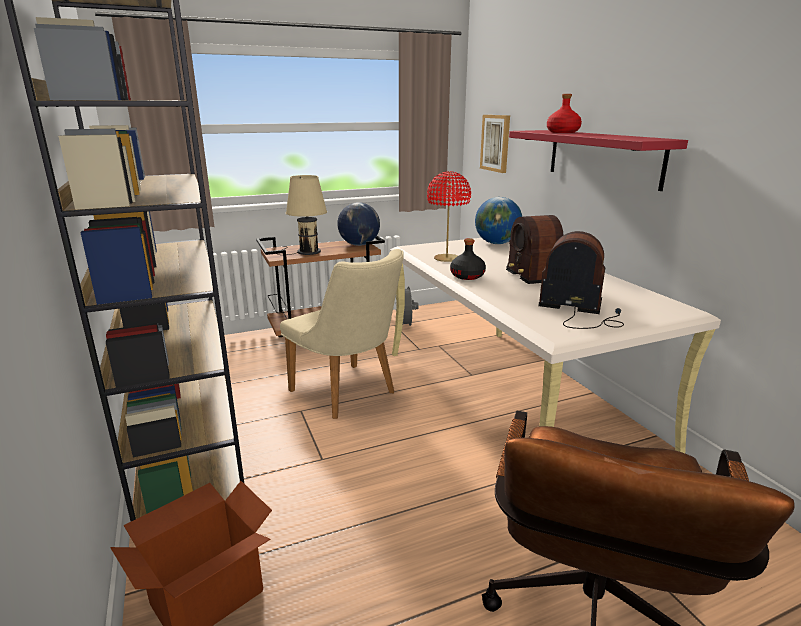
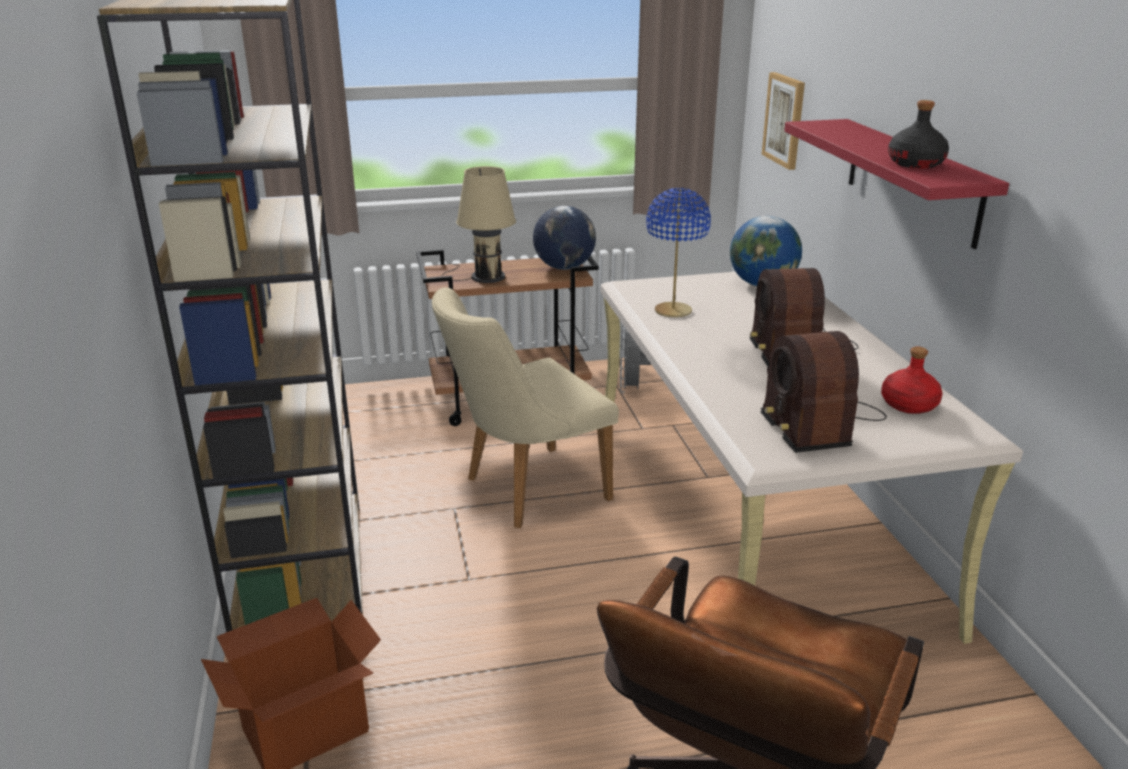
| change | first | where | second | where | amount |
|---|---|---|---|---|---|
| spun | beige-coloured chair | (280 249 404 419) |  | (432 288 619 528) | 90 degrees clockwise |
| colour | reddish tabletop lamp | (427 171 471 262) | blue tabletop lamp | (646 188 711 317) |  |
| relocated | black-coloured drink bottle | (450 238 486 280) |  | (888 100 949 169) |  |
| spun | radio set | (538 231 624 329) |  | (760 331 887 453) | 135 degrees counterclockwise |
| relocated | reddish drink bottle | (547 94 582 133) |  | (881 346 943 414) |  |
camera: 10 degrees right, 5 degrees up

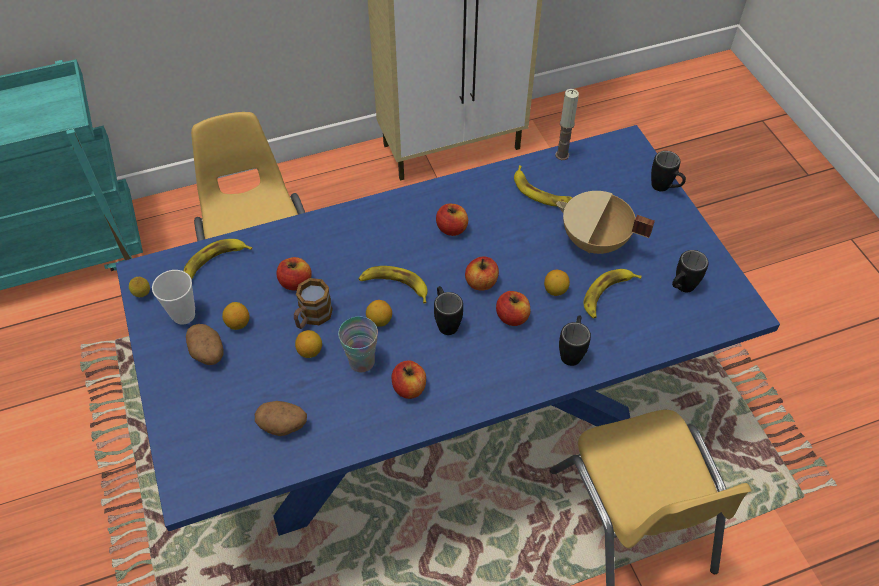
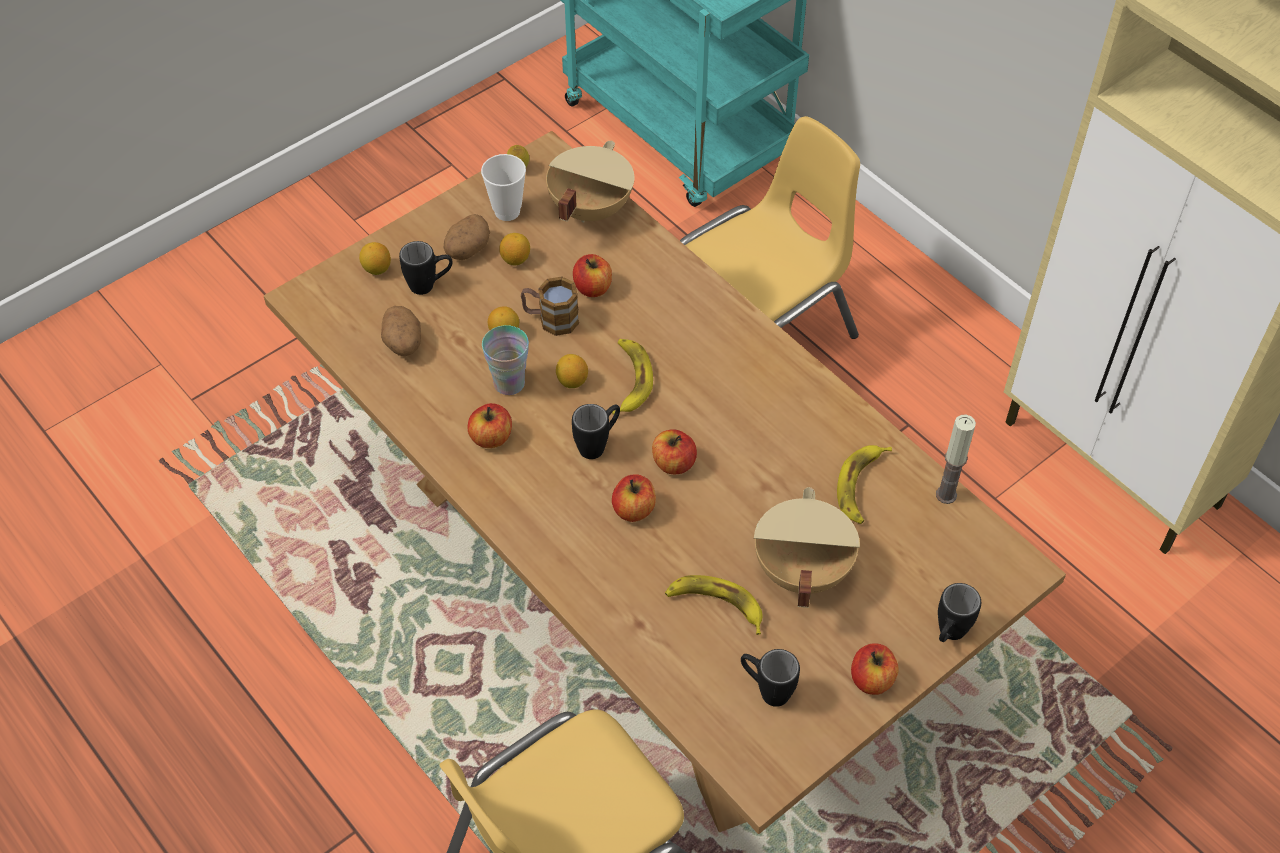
| change | first | where | second | where | amount |
|---|---|---|---|---|---|
| colour | blue kitchen table | (116 125 780 536) | brown kitchen table | (264 131 1066 834) |  |
| exchanged | banana fruit | (184 239 252 279) | beige-coloured saucepot | (546 141 635 223) |  |
| relocated | apple | (436 204 468 236) |  | (851 643 899 695) |  |
| relocated | citrus fruit | (544 270 570 296) |  | (359 242 391 275) |  |
| relocated | black-coloured tea mug | (559 315 591 366) |  | (399 241 453 295) |  |
camera: 70 degrees right, 0 degrees up

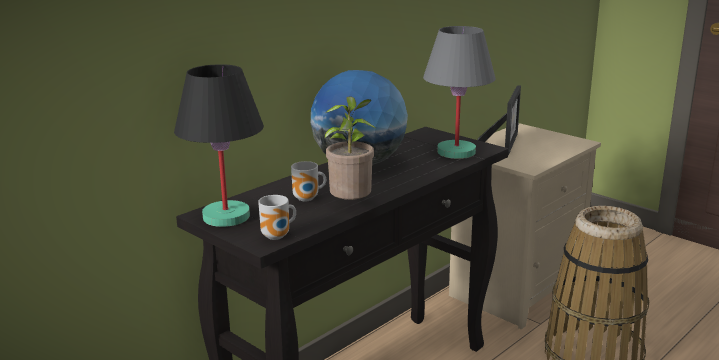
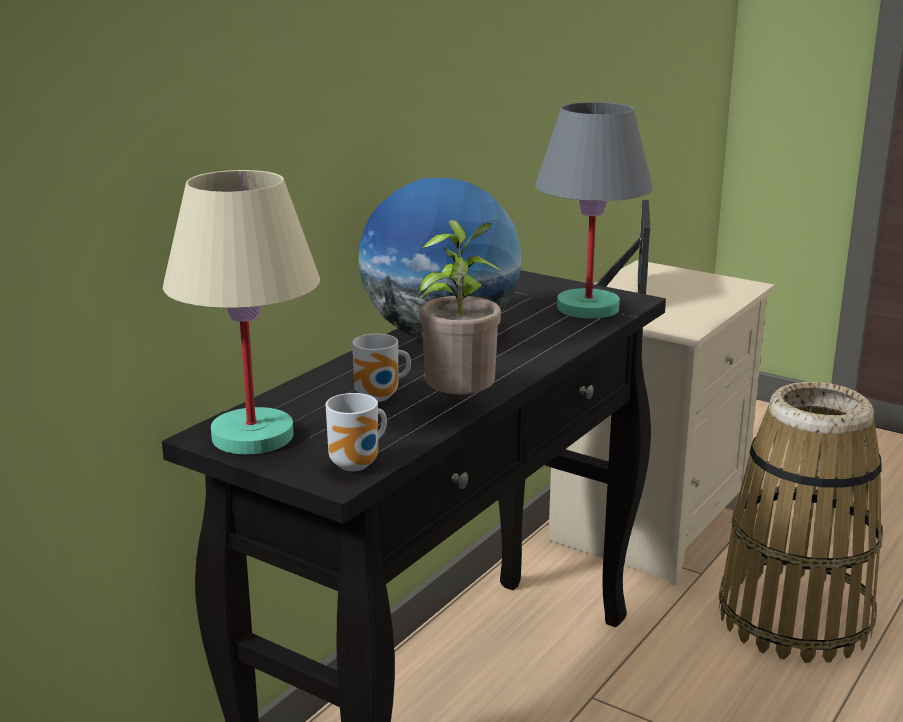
| change | first | where | second | where | amount |
|---|---|---|---|---|---|
| colour | black-coloured tabletop lamp | (174 64 264 227) | beige-coloured tabletop lamp | (163 170 320 454) |  |
camera: 10 degrees left, 0 degrees up

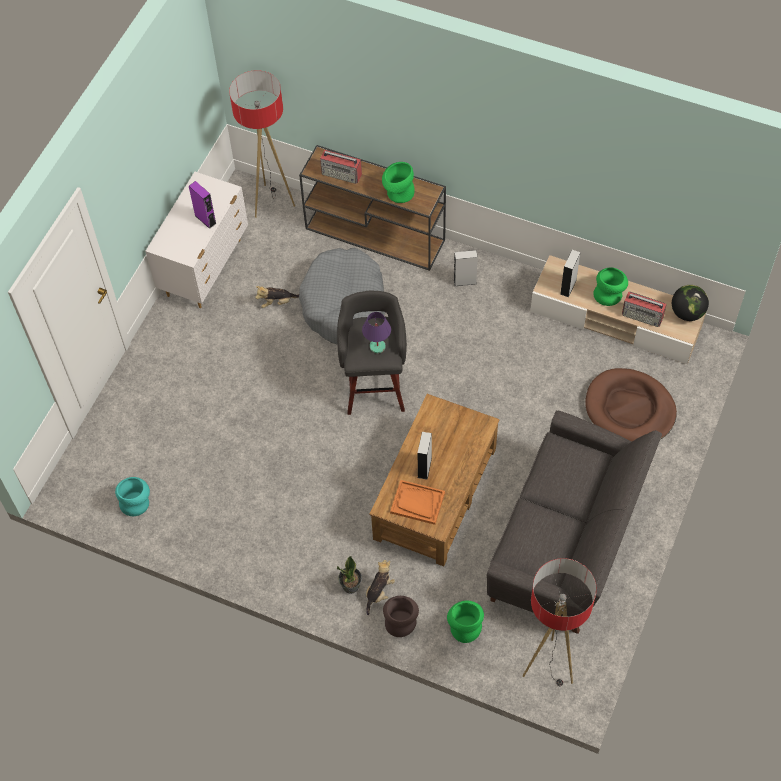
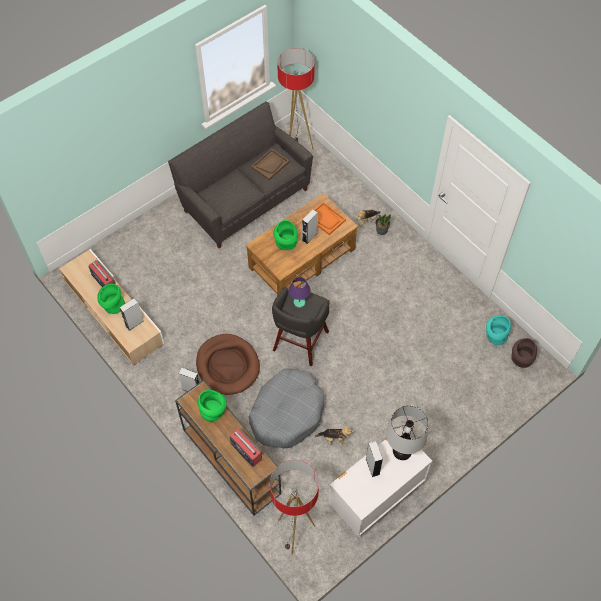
| change | first | where | second | where | amount |
|---|---|---|---|---|---|
| colour | purple loudspeaker | (189 181 217 229) | gray loudspeaker | (366 441 383 477) |  |
| relocated | brown flower vase | (383 596 419 637) |  | (511 338 537 368) |  |
| relocated | green flower vase | (447 601 484 643) |  | (273 220 298 250) |  |
| relocated | brown pet bed | (585 368 677 441) |  | (196 334 260 395) |  |
| missing | world globe | (672 285 709 321) |  |  |  |
| appeared |  |  | brown tray | (251 149 289 180) |  |
| appeared |  |  | tabletop lamp | (386 406 428 460) |  |
camera: 155 degrees left, 0 degrees up

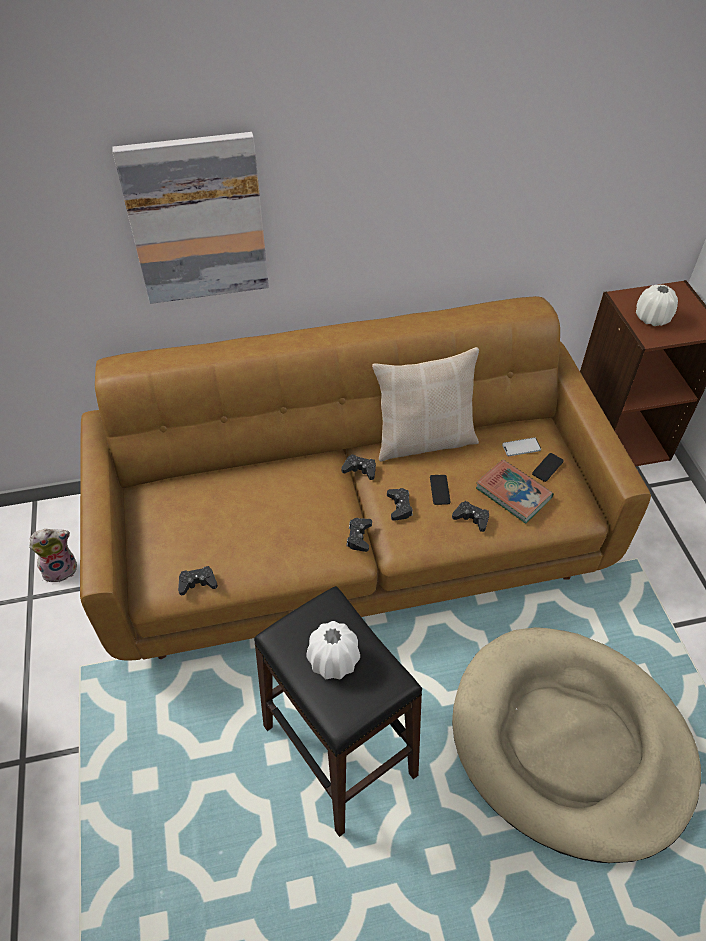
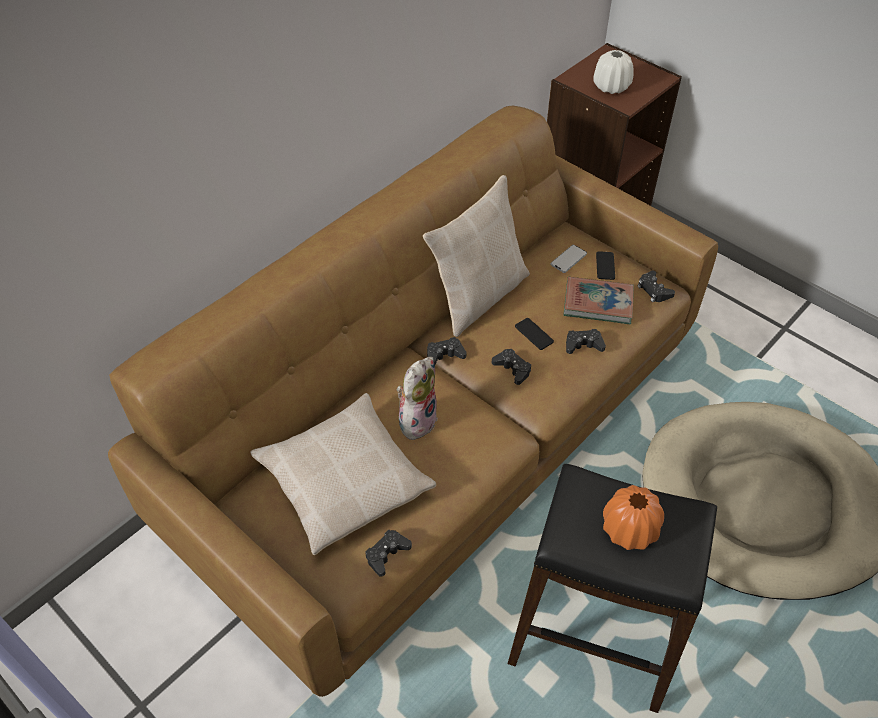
| change | first | where | second | where | amount |
|---|---|---|---|---|---|
| relocated | cuddly toy | (29 529 77 582) |  | (397 357 438 440) |  |
| missing | wall art | (112 132 269 304) |  |  |  |
| colour | white-coloured flower vase | (306 621 360 680) | orange-coloured flower vase | (603 485 664 550) |  |
| relocated | black-coloured game controller | (346 518 372 552) |  | (637 271 675 302) |  |
| appeared |  |  | beige-coloured throw pillow | (250 393 436 555) |  |
camera: 35 degrees left, 0 degrees up

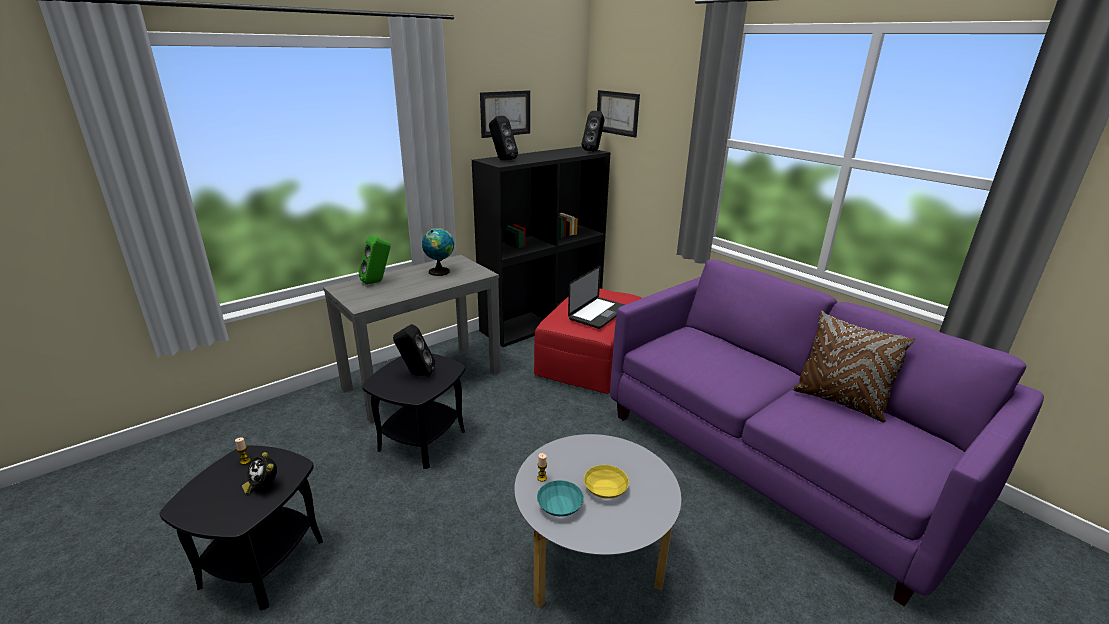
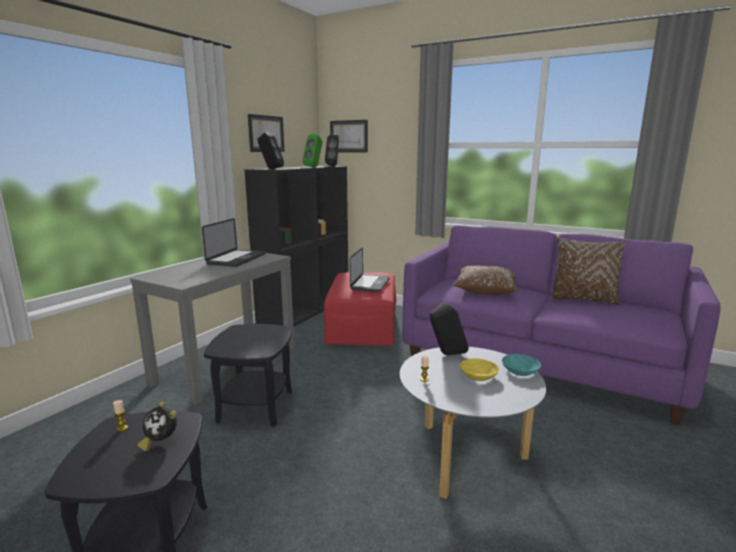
| change | first | where | second | where | amount |
|---|---|---|---|---|---|
| relocated | green loudspeaker | (358 235 390 284) |  | (302 134 323 167) |  |
| relocated | black-coloured loudspeaker | (393 324 435 377) |  | (430 301 469 355) |  |
| exchanged | world globe | (422 228 454 276) | laptop | (202 218 265 267) |  |
| relocated | turquoise serving bowl | (537 480 584 516) |  | (502 354 541 376) |  |
| appeared |  |  | brown throw pillow | (453 265 519 295) |  |
camera: 20 degrees left, 10 degrees down

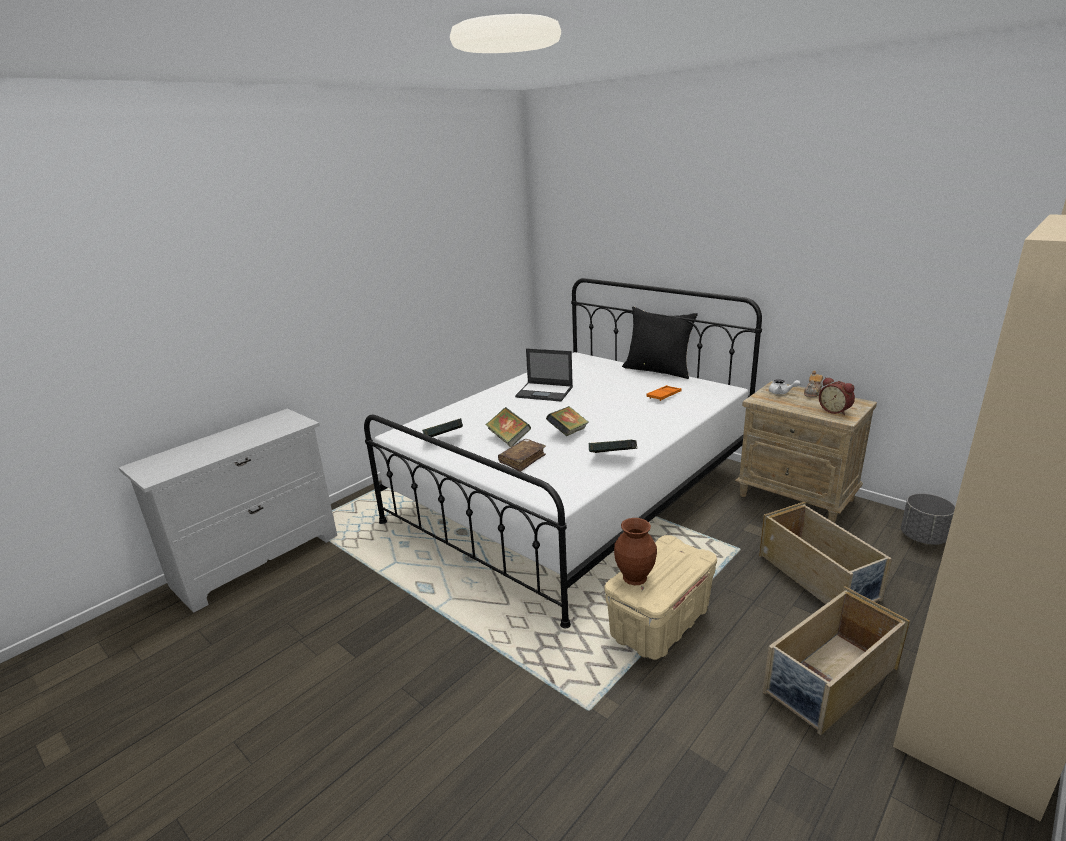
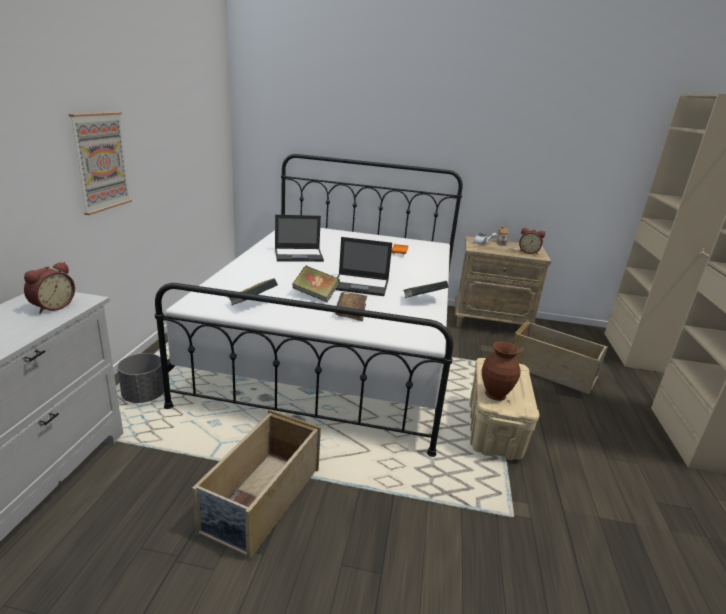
| change | first | where | second | where | amount |
|---|---|---|---|---|---|
| exchanged | bound book | (546 406 589 436) | laptop | (336 237 392 296) |  |
| missing | black-coloured throw pillow | (622 306 698 379) |  |  |  |
| relocated | beige-coloured storage bin | (763 586 910 735) |  | (192 409 321 560) |  |
| relocated | gray planter | (901 493 955 545) |  | (117 353 164 403) |  |
| appeared |  |  | alarm clock | (24 262 75 314) |  |
| appeared |  |  | wall art | (69 112 132 215) |  |
camera: 35 degrees left, 0 degrees up

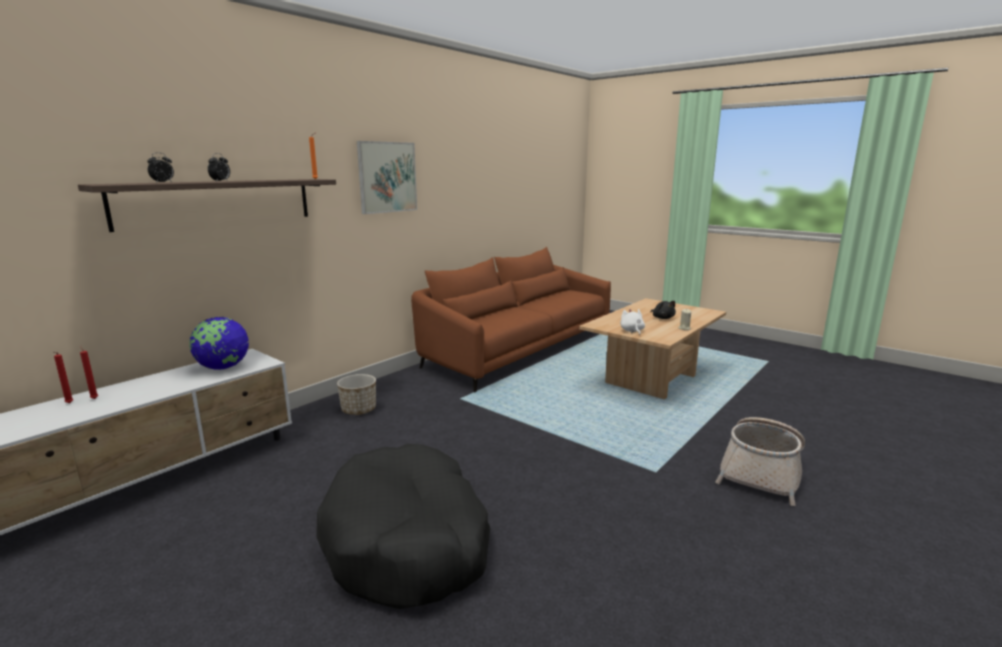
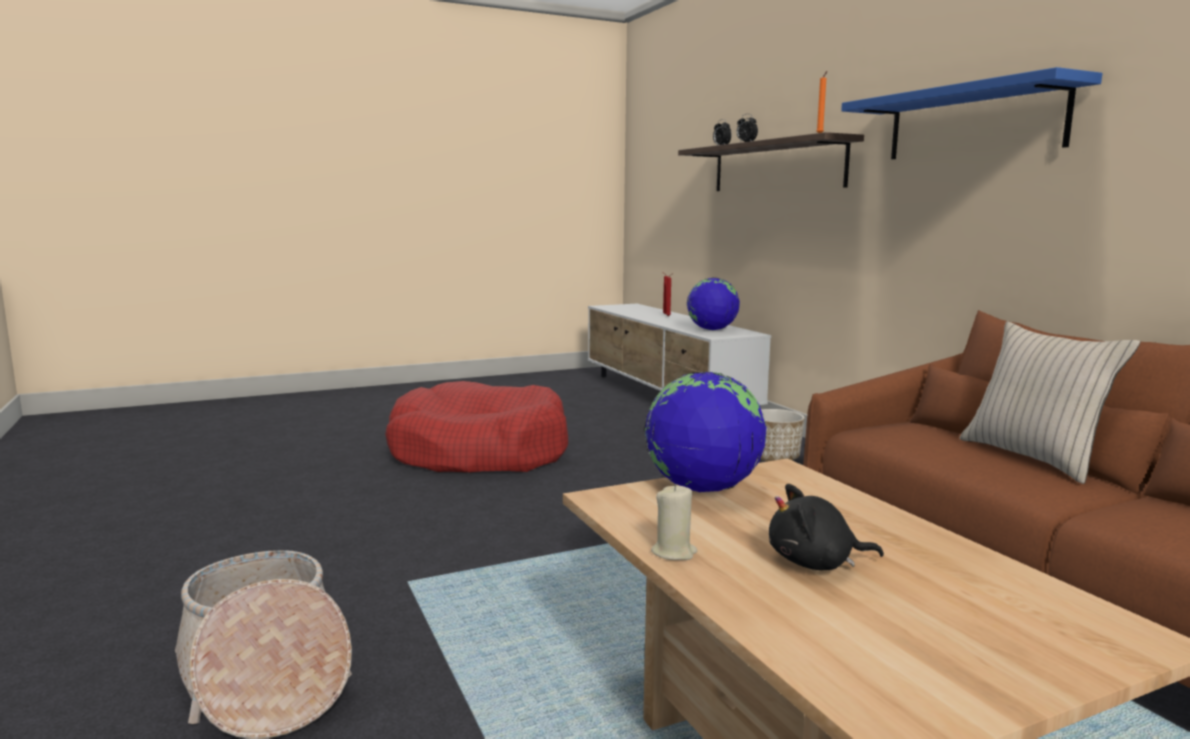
| change | first | where | second | where | amount |
|---|---|---|---|---|---|
| colour | black-coloured pet bed | (316 444 490 609) | reddish pet bed | (385 381 568 472) |  |
| exchanged | wall art | (357 141 417 214) | blue shelf | (841 67 1102 159) |  |
| exchanged | white-coloured cuddly toy | (620 309 645 335) | world globe | (644 372 766 492) |  |
| appeared |  |  | beige-coloured throw pillow | (960 321 1141 484) |  |
camera: 115 degrees right, 5 degrees down

